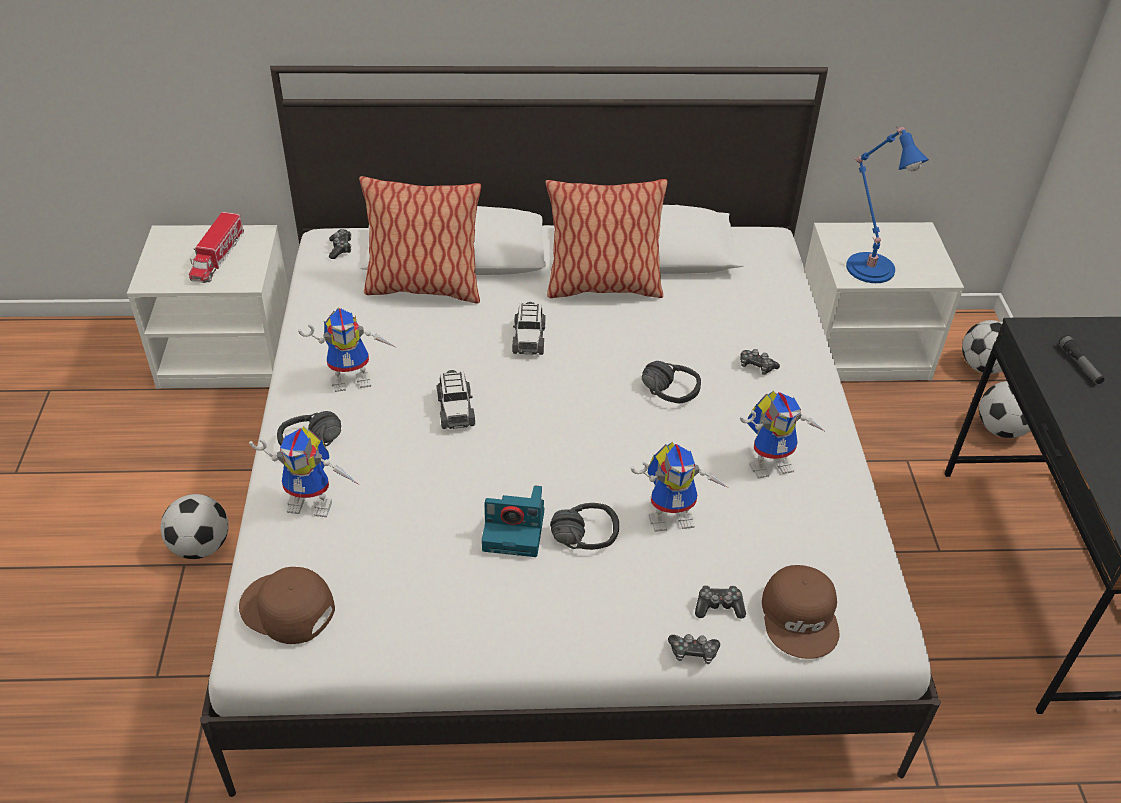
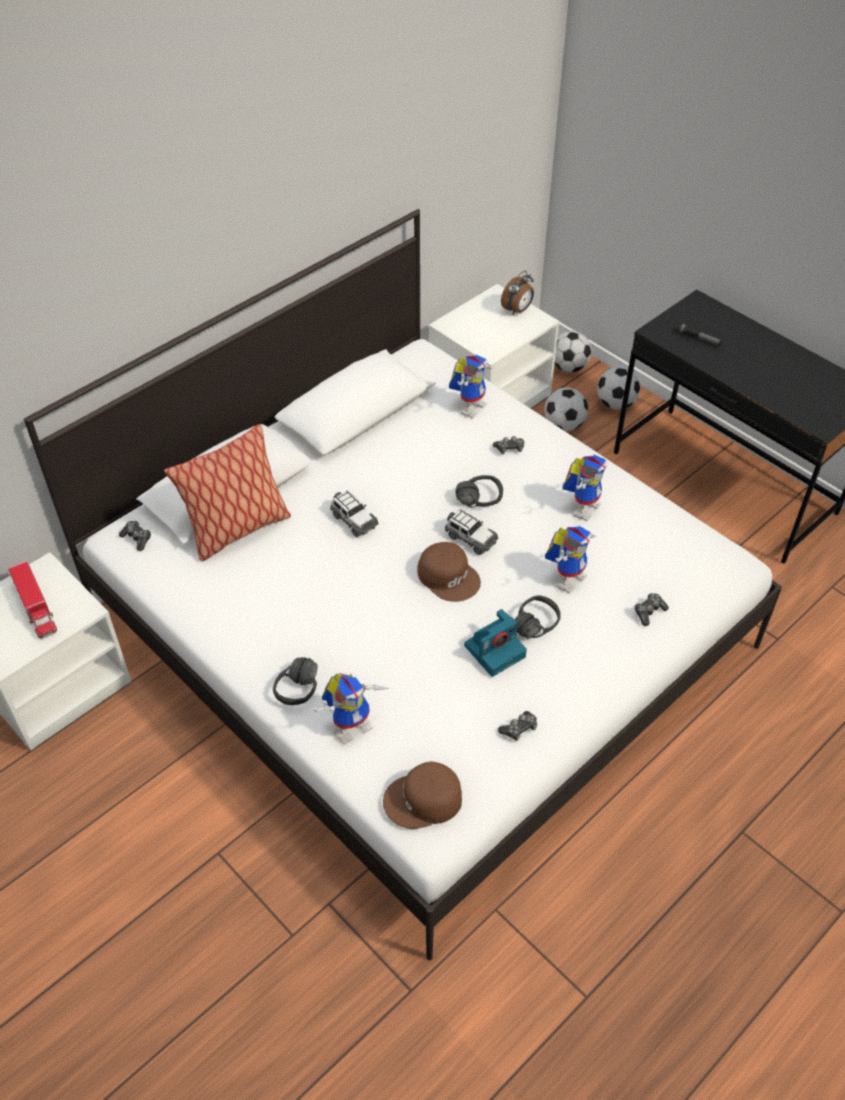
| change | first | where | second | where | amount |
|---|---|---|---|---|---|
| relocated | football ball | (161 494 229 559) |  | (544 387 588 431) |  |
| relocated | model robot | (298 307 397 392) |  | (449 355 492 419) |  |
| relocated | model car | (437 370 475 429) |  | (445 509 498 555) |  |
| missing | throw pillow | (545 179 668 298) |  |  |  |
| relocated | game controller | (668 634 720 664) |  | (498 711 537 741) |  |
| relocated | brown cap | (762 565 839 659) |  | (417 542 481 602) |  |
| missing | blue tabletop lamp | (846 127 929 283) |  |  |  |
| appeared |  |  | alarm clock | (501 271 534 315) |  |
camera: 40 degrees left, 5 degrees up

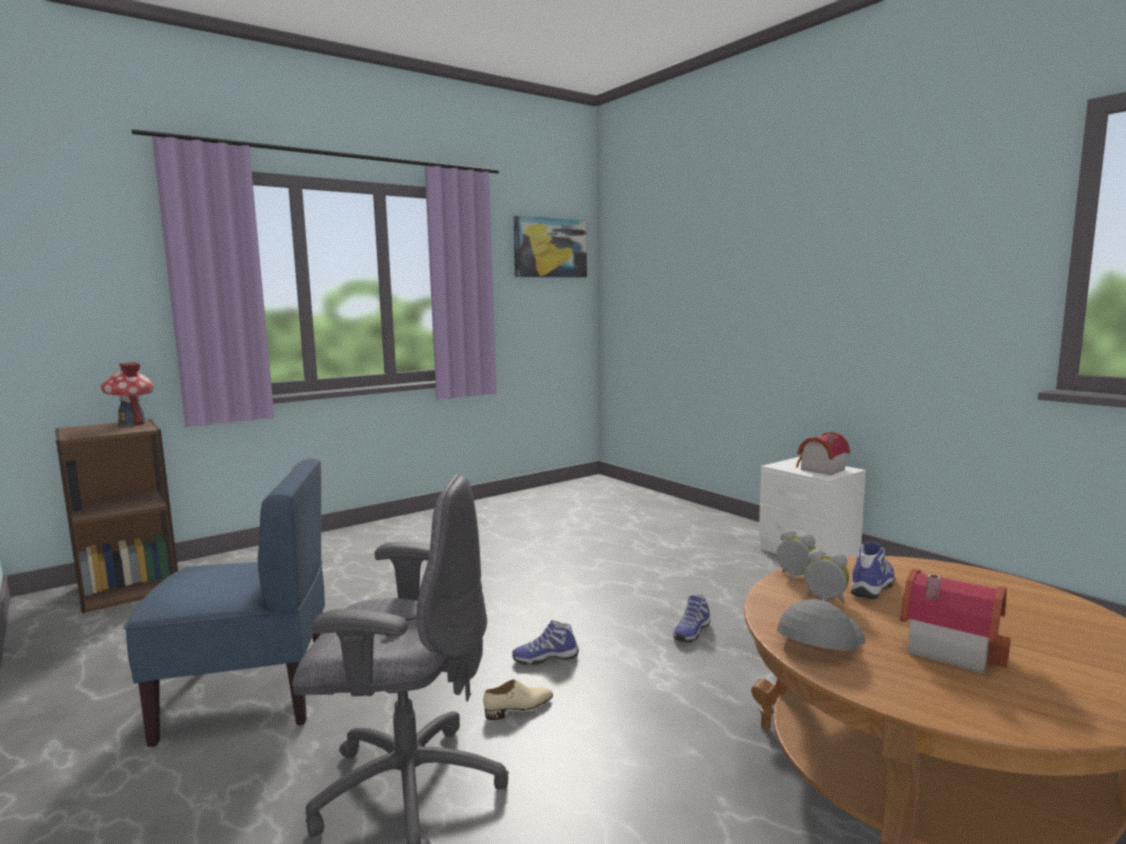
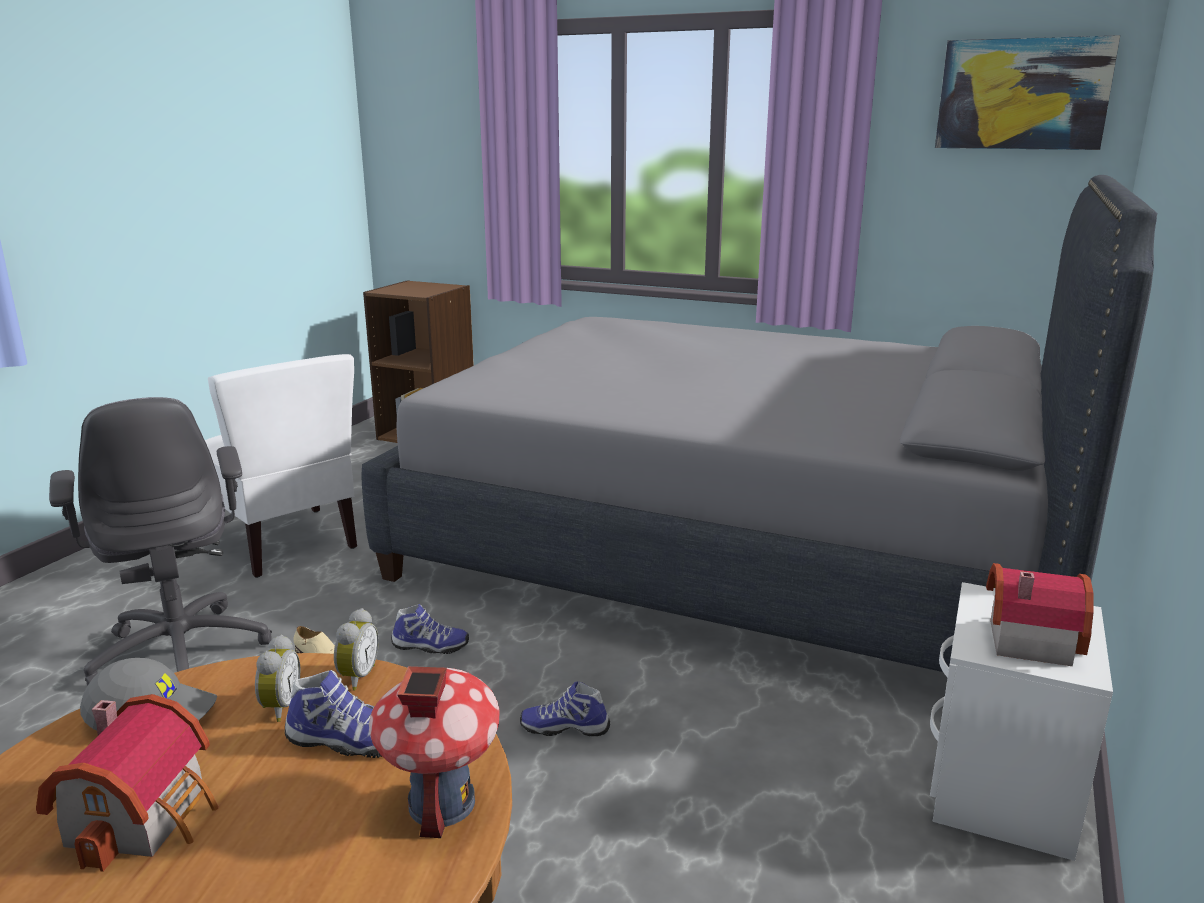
| change | first | where | second | where | amount |
|---|---|---|---|---|---|
| relocated | model house | (101 362 154 425) |  | (369 666 500 838) |  |
| colour | blue chair | (124 459 325 747) | white-coloured chair | (205 354 357 578) |  |
| spun | item of footwear | (512 620 579 665) |  | (391 604 469 654) | 135 degrees clockwise |
| appeared |  |  | gray sleeping bed | (361 175 1158 672) |  |
camera: 60 degrees right, 10 degrees up

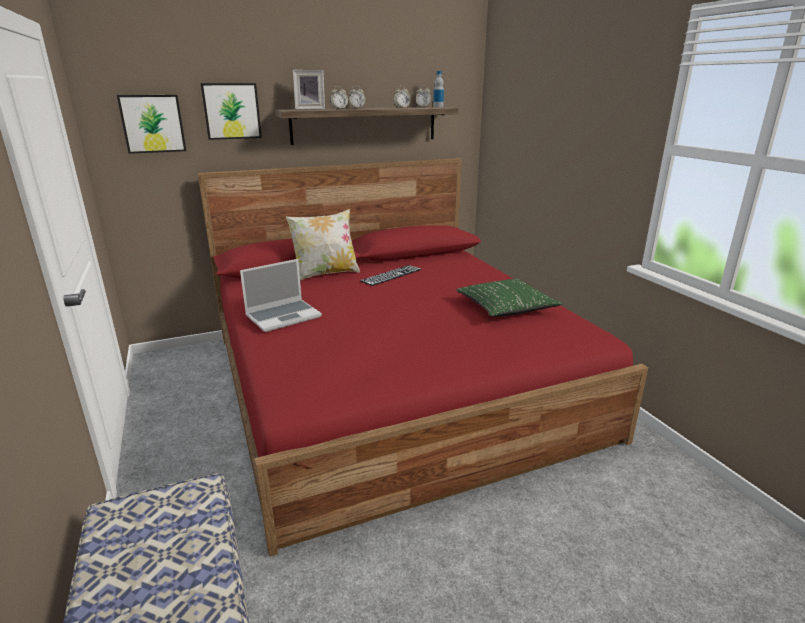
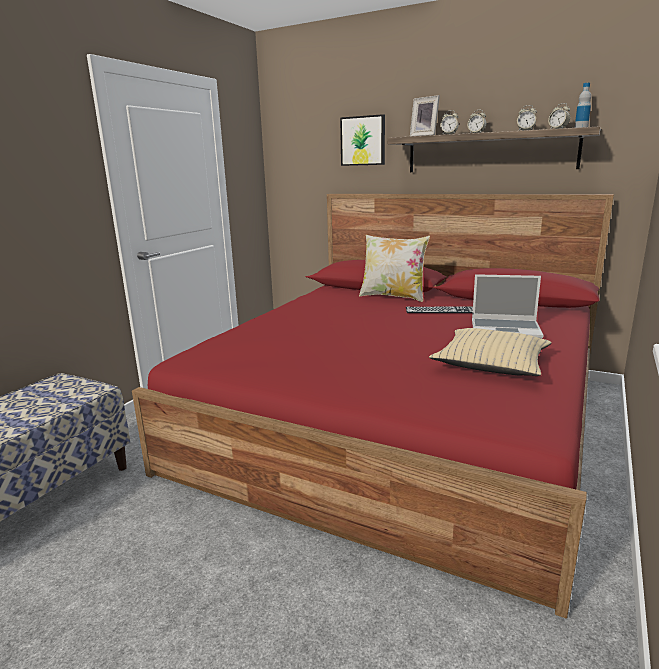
| change | first | where | second | where | amount |
|---|---|---|---|---|---|
| missing | wall art | (117 95 186 154) |  |  |  |
| relocated | laptop | (240 259 322 332) |  | (472 274 544 339) |  |
| colour | green throw pillow | (456 279 562 317) | beige-coloured throw pillow | (429 328 552 376) |  |
camera: 50 degrees right, 5 degrees down

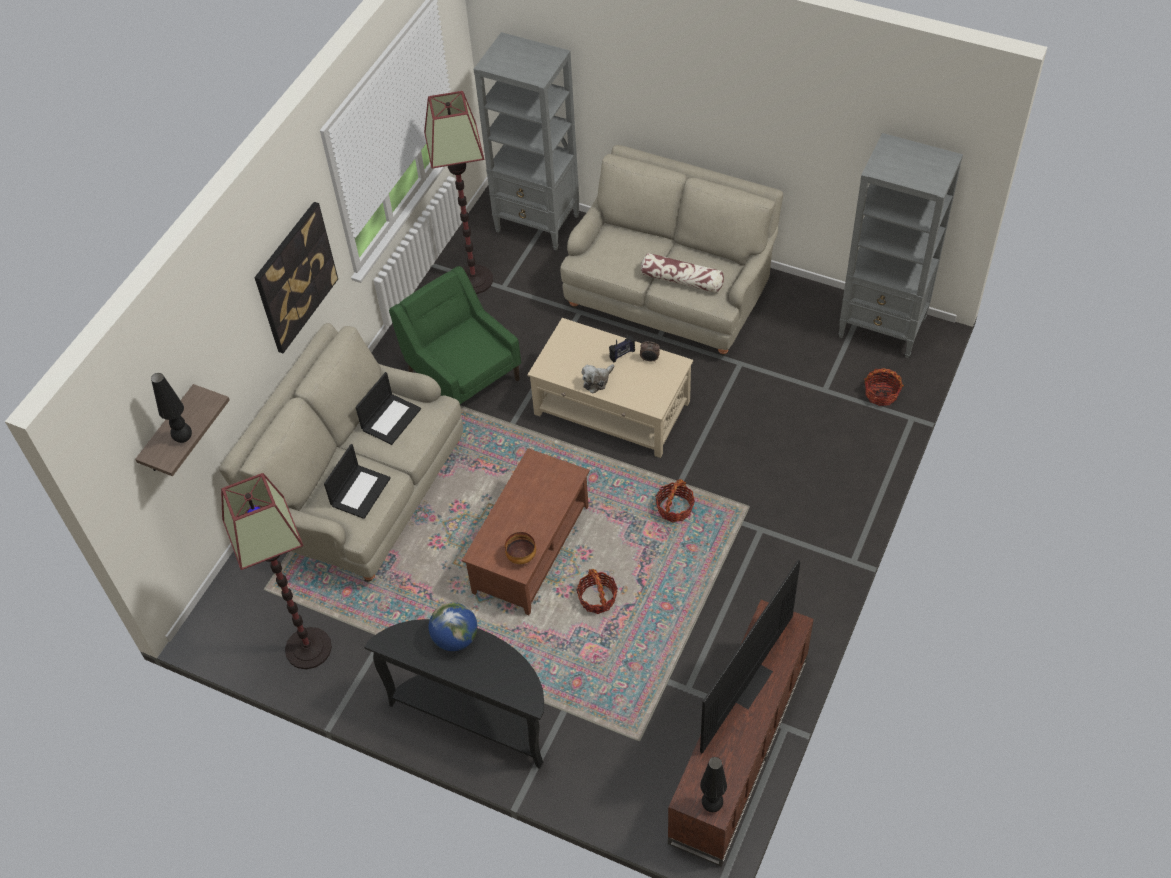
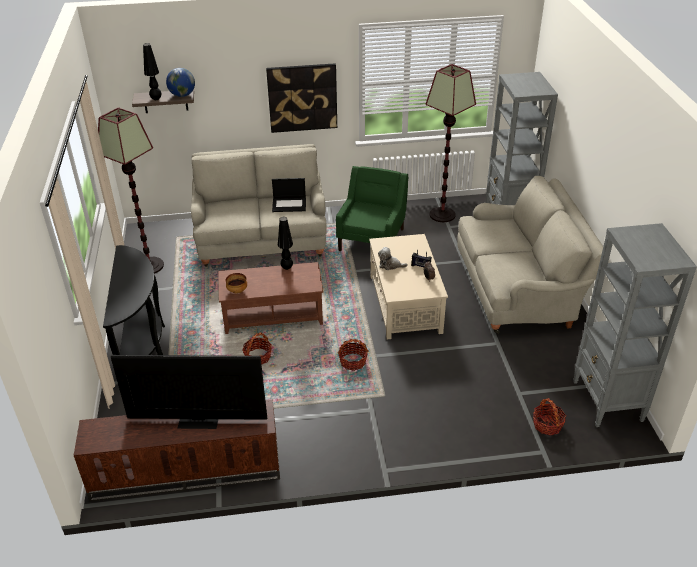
| change | first | where | second | where | amount |
|---|---|---|---|---|---|
| missing | laptop | (324 444 391 519) |  |  |  |
| relocated | world globe | (428 602 477 651) |  | (166 68 195 97) |  |
| missing | throw pillow | (641 253 724 293) |  |  |  |
| relocated | black-coloured tabletop lamp | (700 757 727 812) |  | (278 217 293 270) |  |
camera: 55 degrees right, 15 degrees down

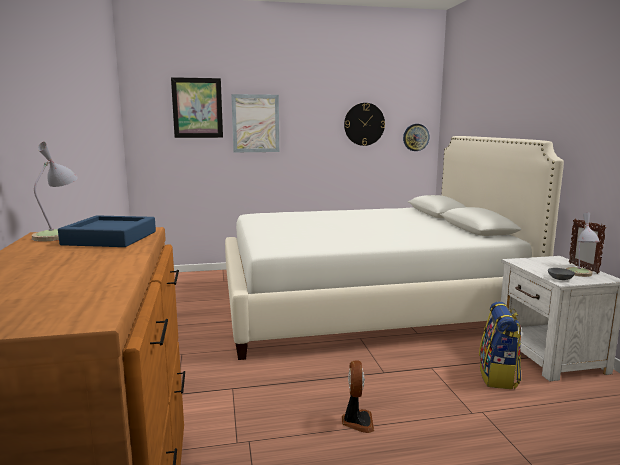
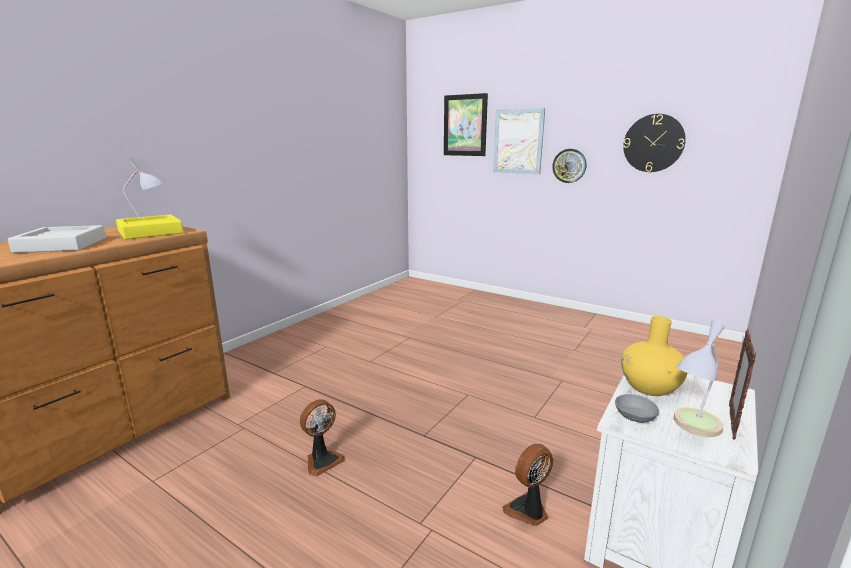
| change | first | where | second | where | amount |
|---|---|---|---|---|---|
| colour | blue tray | (58 215 156 247) | yellow tray | (116 214 183 240) |  |
| missing | white-coloured sleeping bed | (225 136 564 360) |  |  |  |
| relocated | wall clock | (403 124 429 151) |  | (552 149 587 183) |  |
| exchanged | knapsack | (479 302 521 389) | electric fan | (502 444 553 526) |  |
| appeared |  |  | gray tray | (8 225 106 253) |  |
| appeared |  |  | yellow flower vase | (621 316 688 396) |  |
camera: 45 degrees right, 5 degrees up

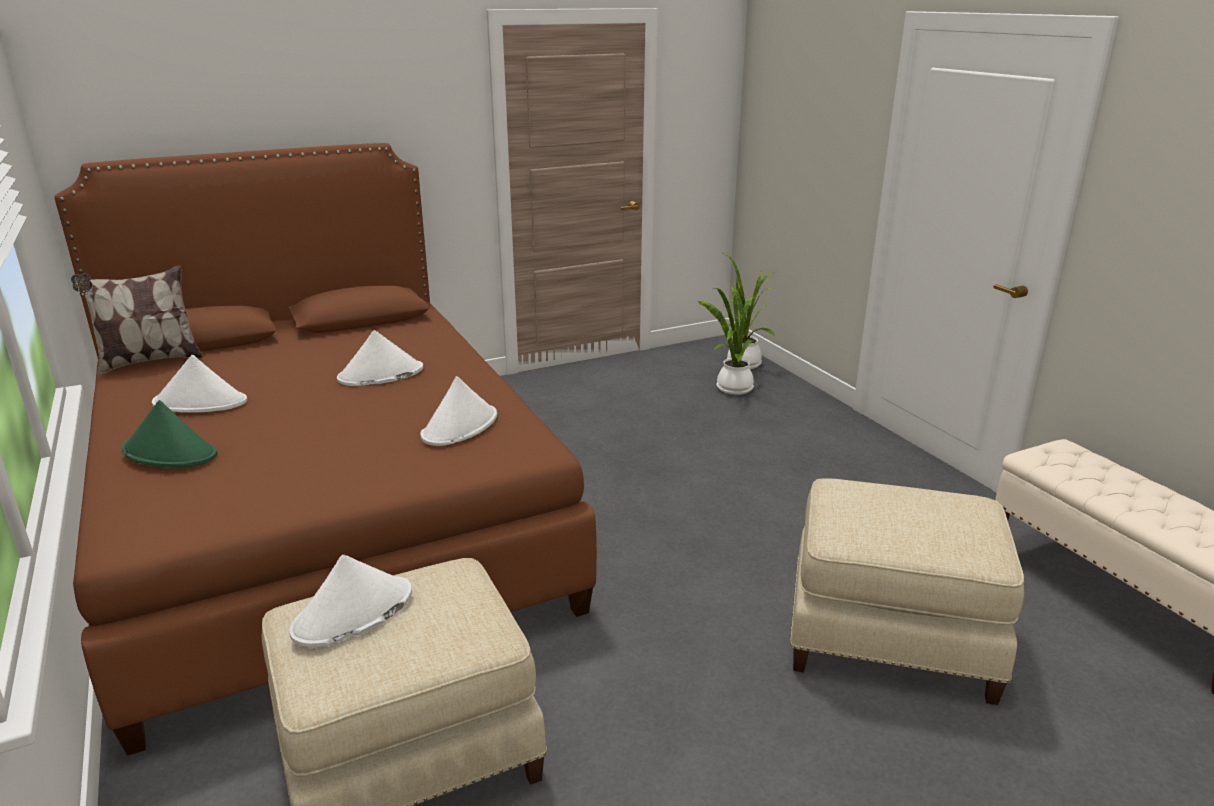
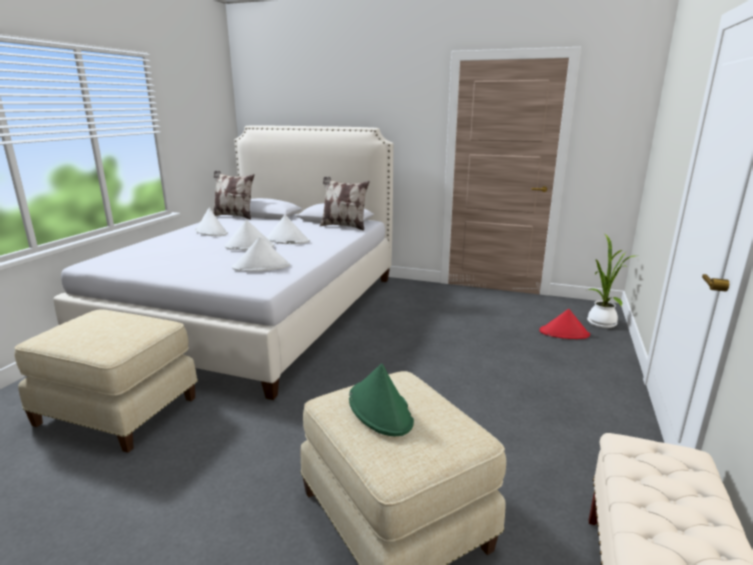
| change | first | where | second | where | amount |
|---|---|---|---|---|---|
| colour | brown sleeping bed | (54 143 597 756) | white-coloured sleeping bed | (53 126 394 400) |  |
| relocated | green hat | (121 400 217 468) |  | (349 364 414 436) |  |
| relocated | white-coloured hat | (290 555 412 647) |  | (225 220 275 250) |  |
| exchanged | plant in a pot | (697 286 767 395) | reddish hat | (540 309 590 339) |  |
| appeared |  |  | throw pillow | (319 177 370 231) |  |
camera: 45 degrees right, 5 degrees down

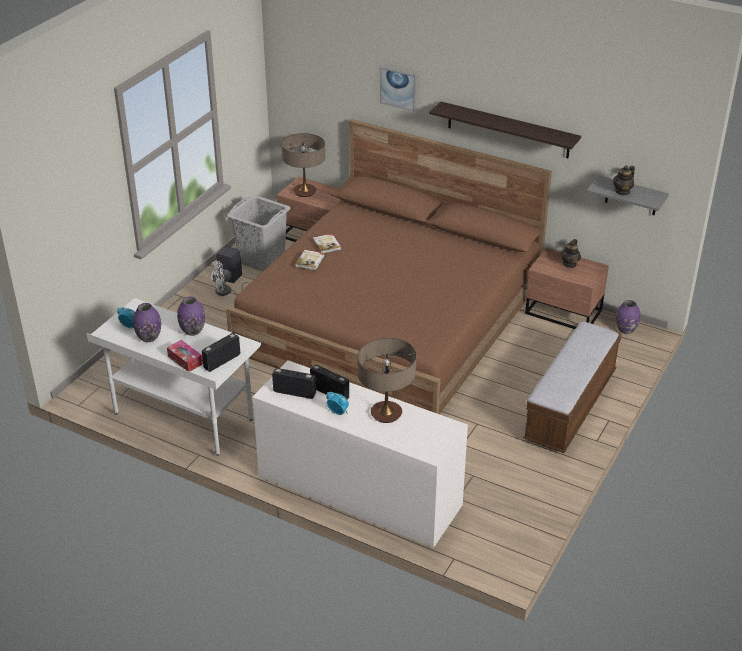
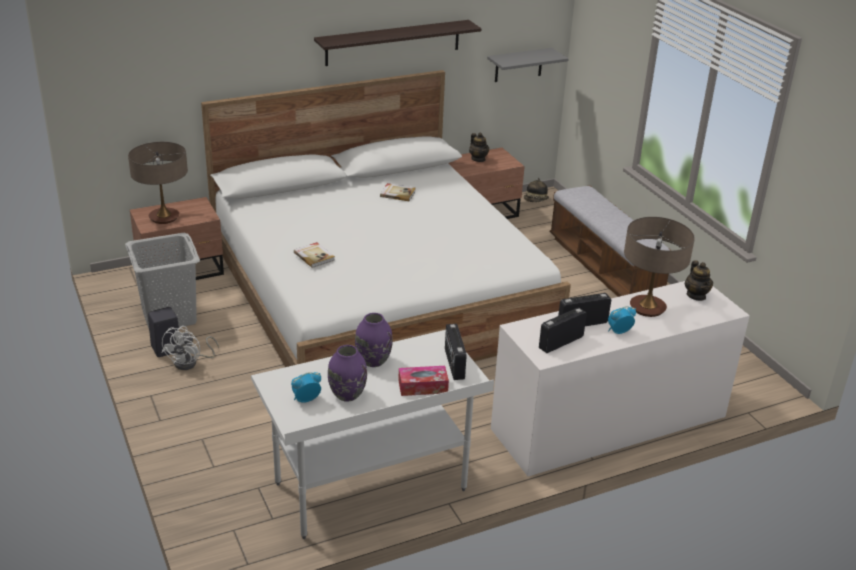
| change | first | where | second | where | amount |
|---|---|---|---|---|---|
| colour | brown sleeping bed | (226 119 552 414) | white-coloured sleeping bed | (201 70 571 367) |  |
| relocated | bound book | (312 234 341 253) |  | (380 183 416 201) |  |
| missing | wall art | (380 67 416 111) |  |  |  |
| relocated | pot for tea | (613 165 635 195) |  | (685 260 713 301) |  |
| exchanged | purple flower vase | (616 300 640 334) | hat | (524 178 549 202) |  |
camera: 55 degrees left, 5 degrees down

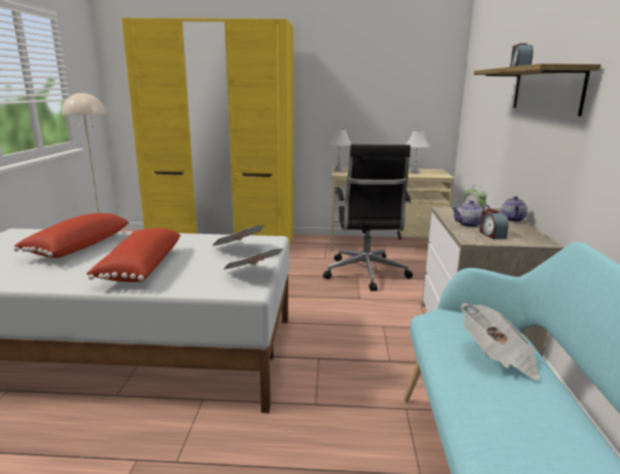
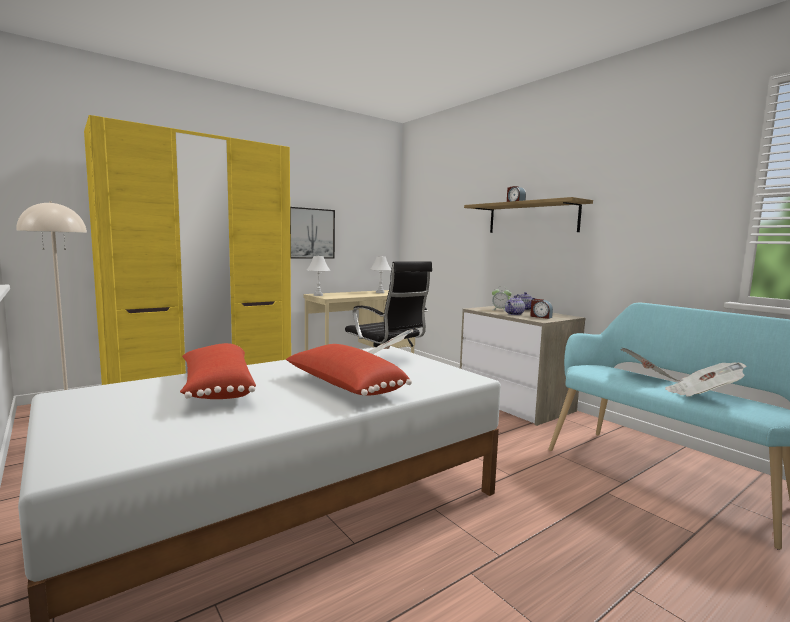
| change | first | where | second | where | amount |
|---|---|---|---|---|---|
| relocated | newspaper | (223 249 283 270) |  | (665 363 747 397) |  |
| appeared |  |  | wall art | (290 207 335 259) |  |
camera: 40 degrees left, 10 degrees down

